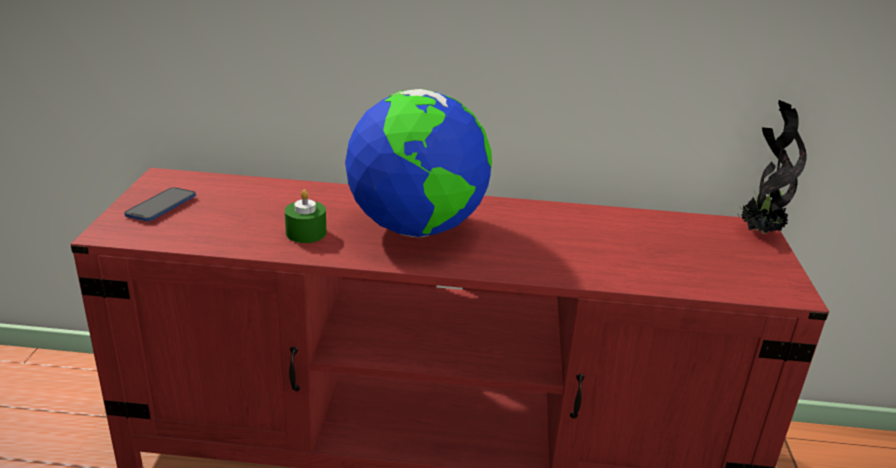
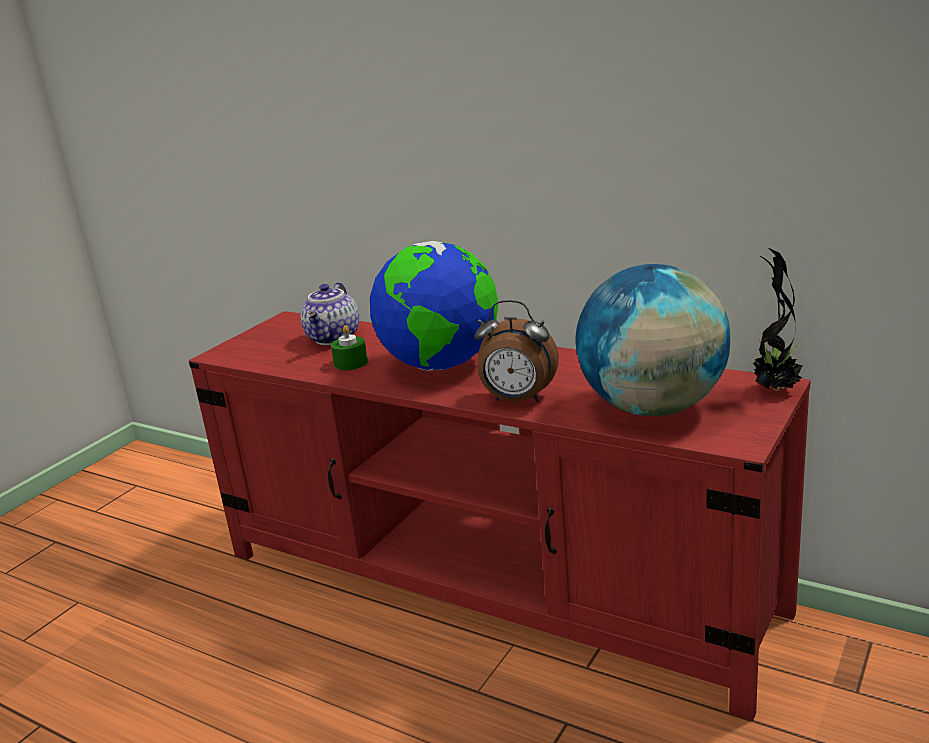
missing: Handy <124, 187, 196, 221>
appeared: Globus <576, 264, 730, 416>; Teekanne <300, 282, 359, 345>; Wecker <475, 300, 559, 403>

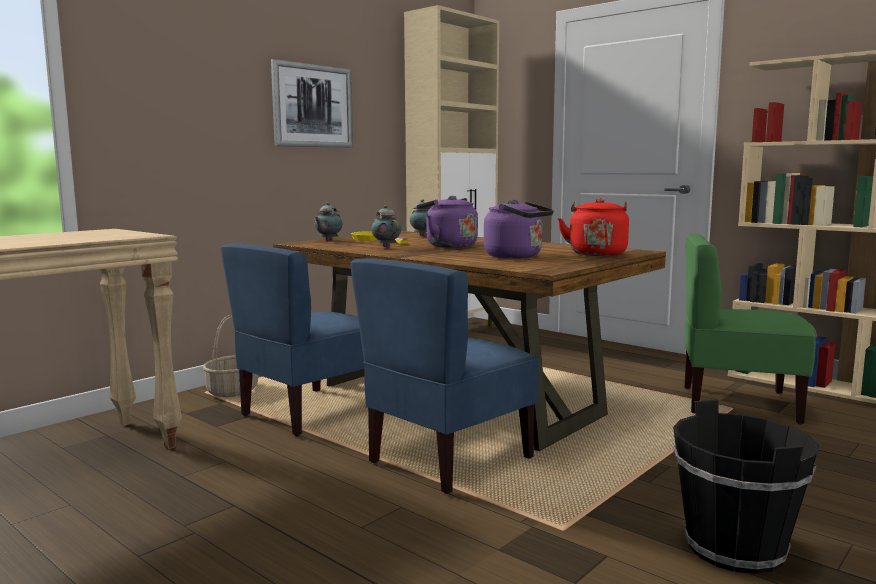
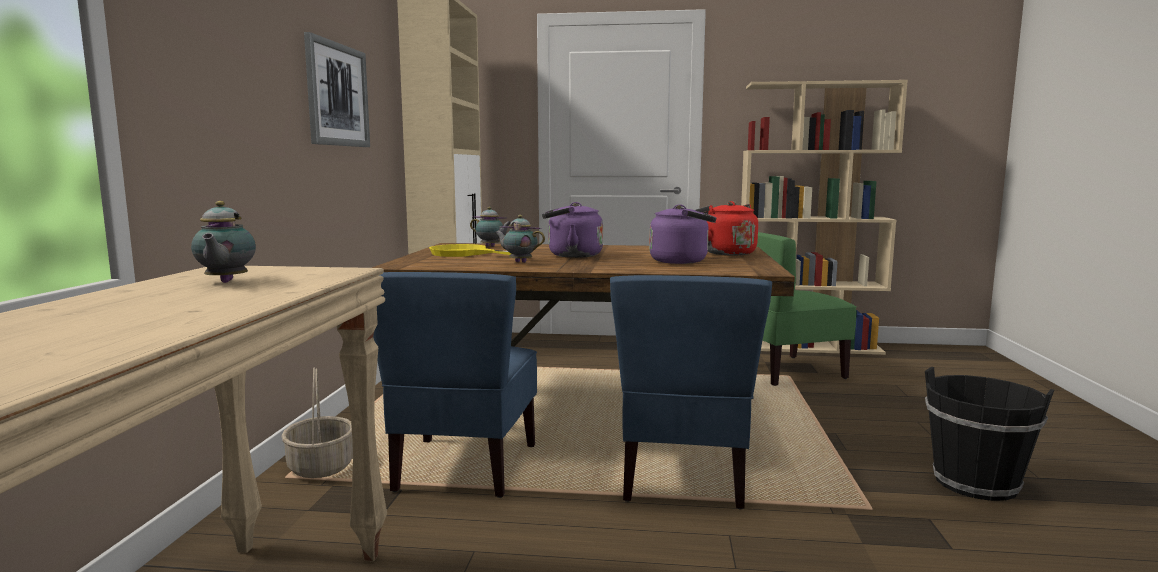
relocated: Teekanne <314, 202, 342, 241> to <191, 201, 256, 283>

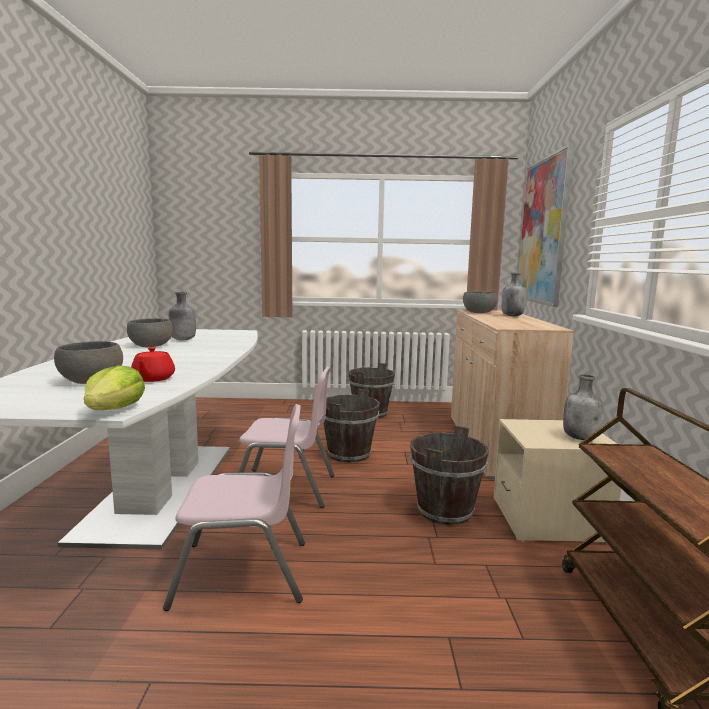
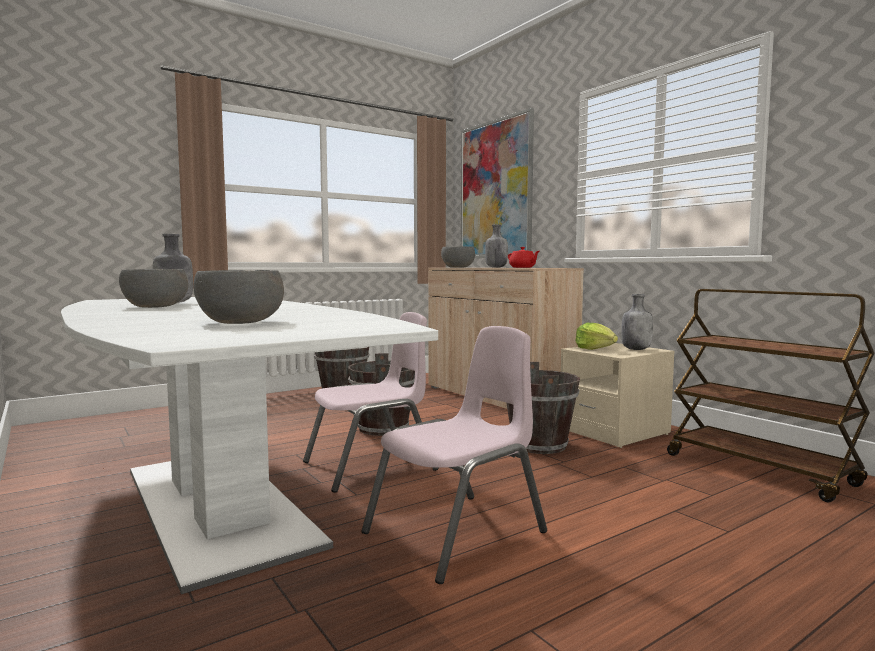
relocated: Teekanne (rot) <131, 347, 175, 382> to <508, 247, 539, 268>; Salatkopf <84, 365, 145, 410> to <575, 323, 618, 350>

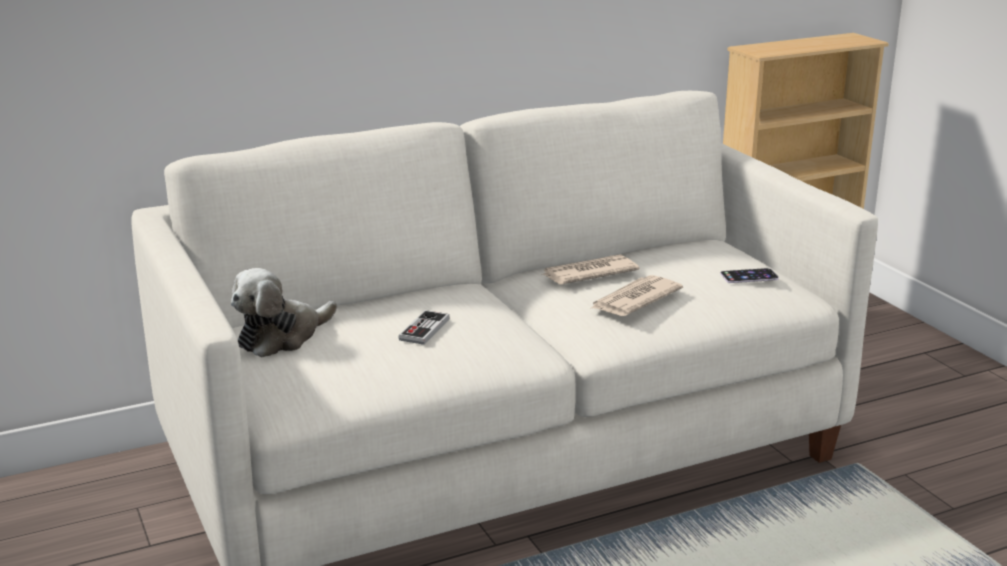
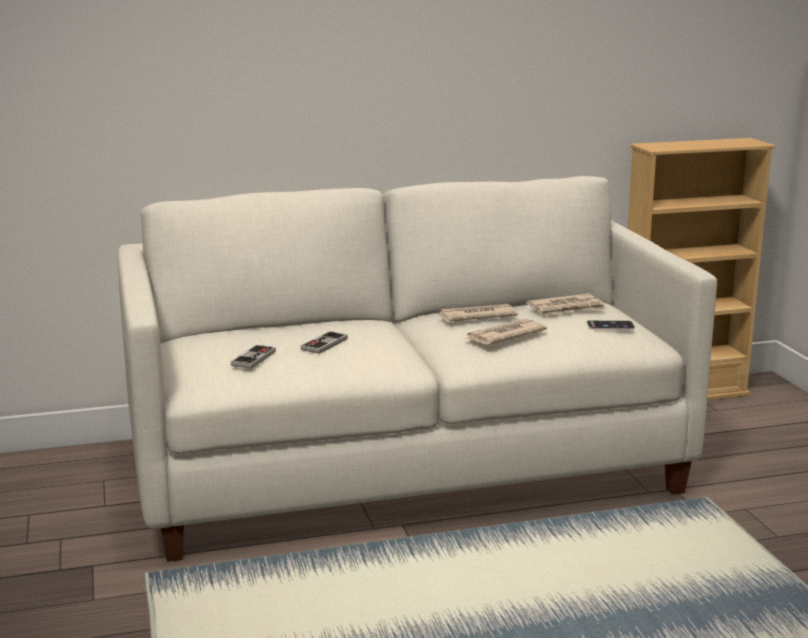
missing: Plüschtier <231, 268, 337, 358>
appeared: Zeitung <526, 293, 606, 315>; Gamepad <231, 345, 276, 369>

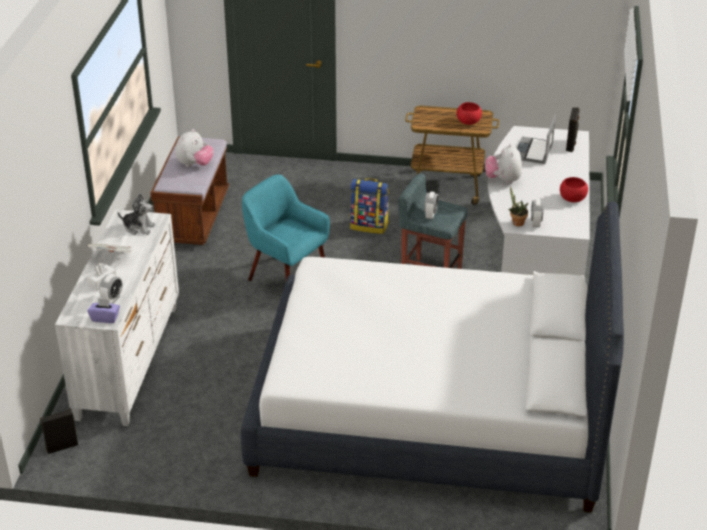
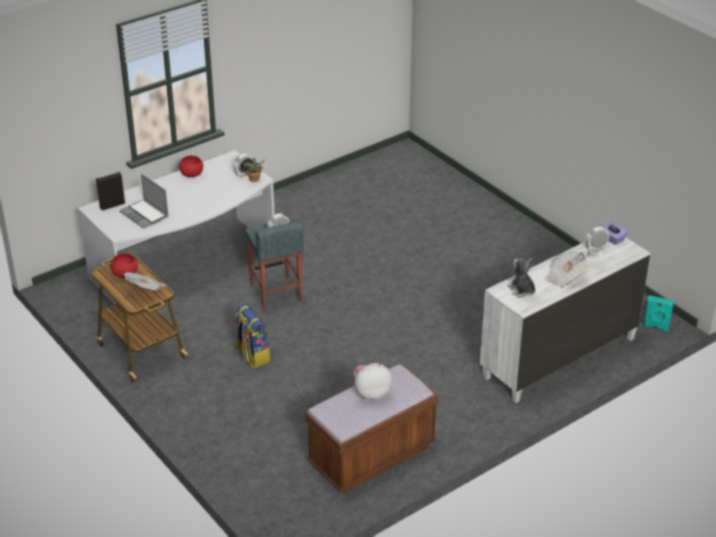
missing: Plüschtier <485, 144, 522, 184>; Sessel (türkis) <242, 174, 330, 281>; Bett (weiß) <241, 201, 624, 513>
appeared: Zeitung <123, 272, 166, 291>
colour: Lautsprecher (schwarz) <40, 409, 78, 454> to Lautsprecher (türkis) <643, 295, 674, 332>
spun: Laptop <517, 114, 556, 164> = <120, 174, 169, 229> 75 degrees clockwise

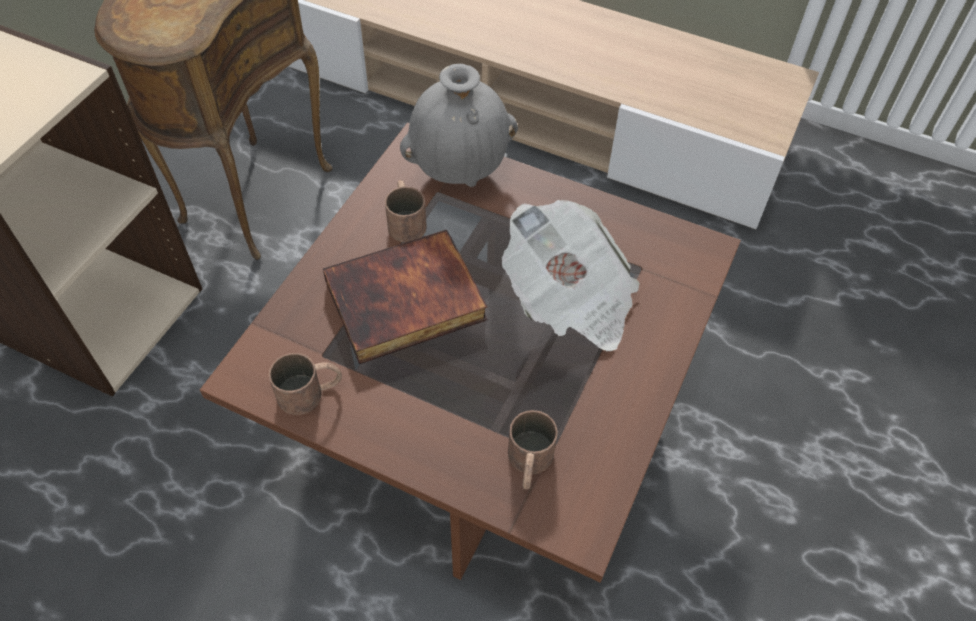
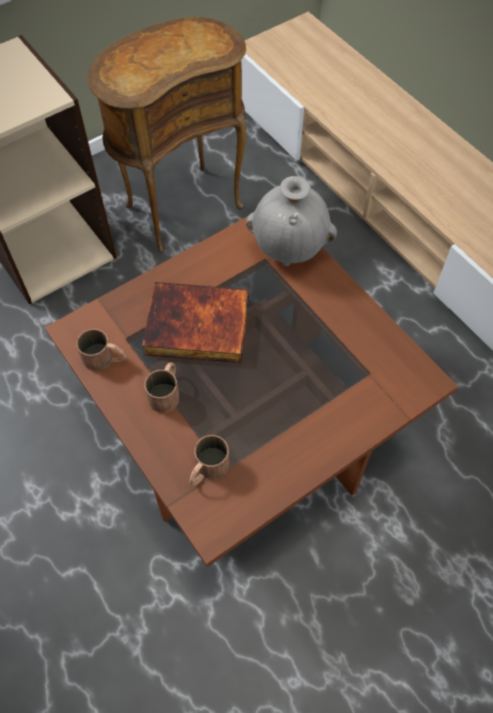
missing: Zeitung <502, 200, 640, 352>
relocated: Henkelbecher (braun) <385, 180, 427, 242> to <144, 362, 180, 413>

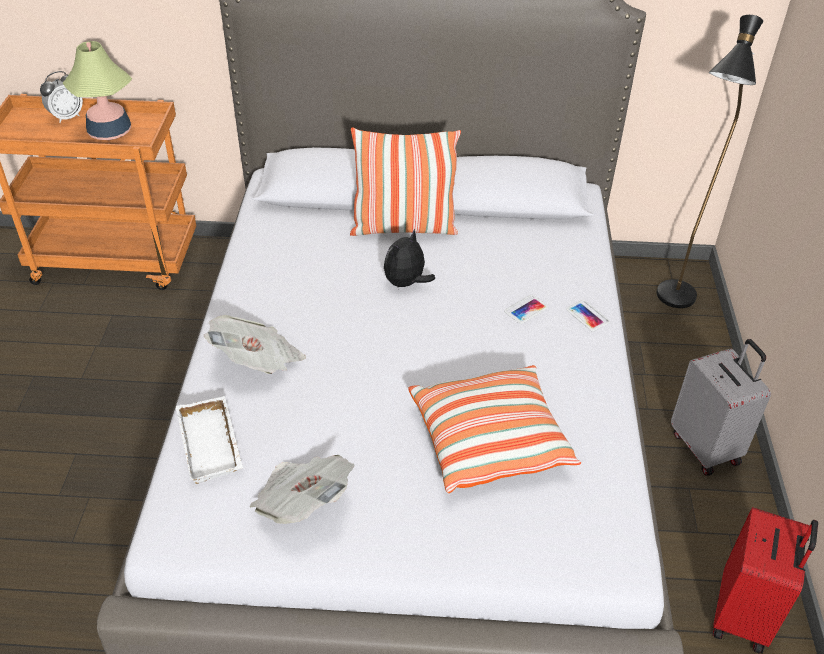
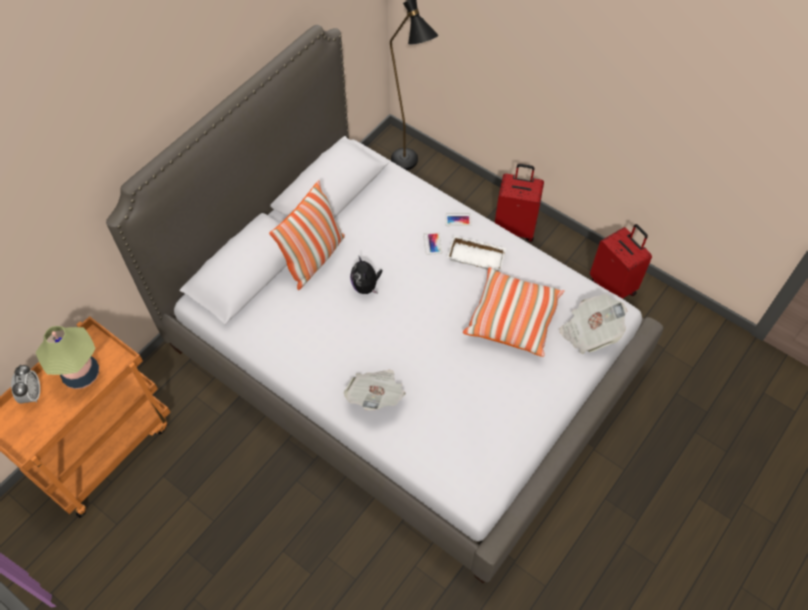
relocated: Tablett (weiß) <176, 396, 243, 484> to <447, 236, 506, 272>; Zeitung <249, 455, 355, 524> to <559, 294, 627, 354>
colour: Koffer (grau) <671, 339, 771, 476> to Koffer (rot) <495, 164, 544, 242>

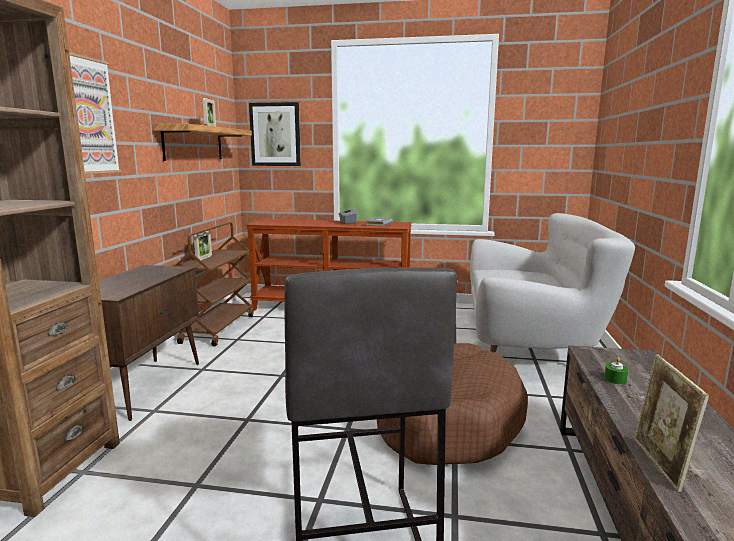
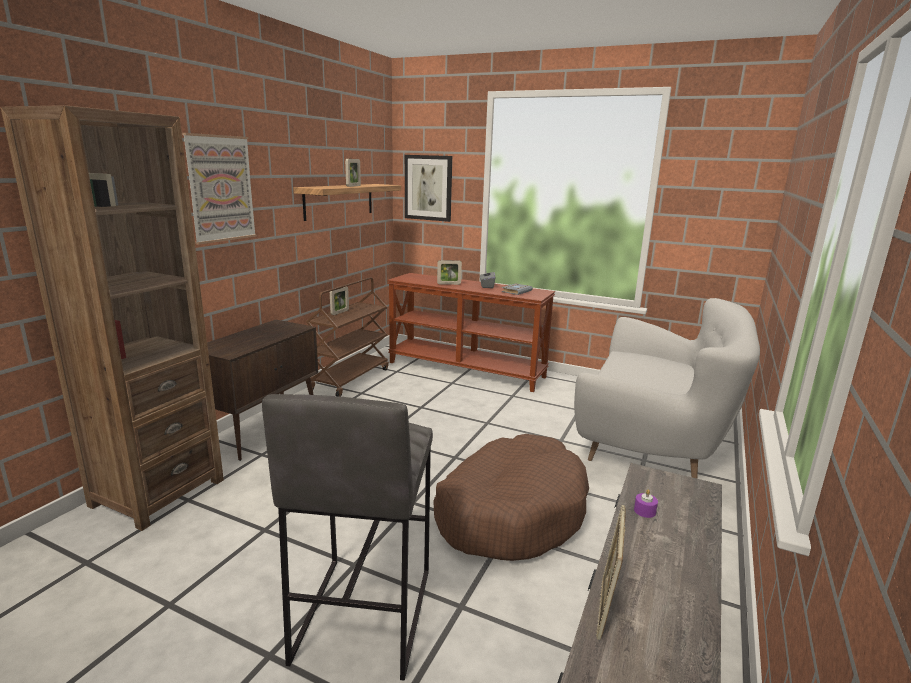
appeared: Bilderrahmen <437, 260, 462, 285>
colour: Kerze (grün) <604, 357, 629, 384> to Kerze (lila) <634, 489, 658, 518>

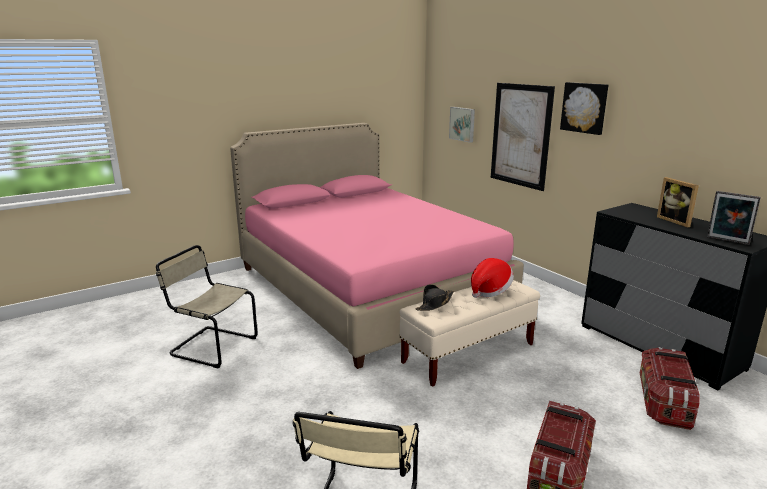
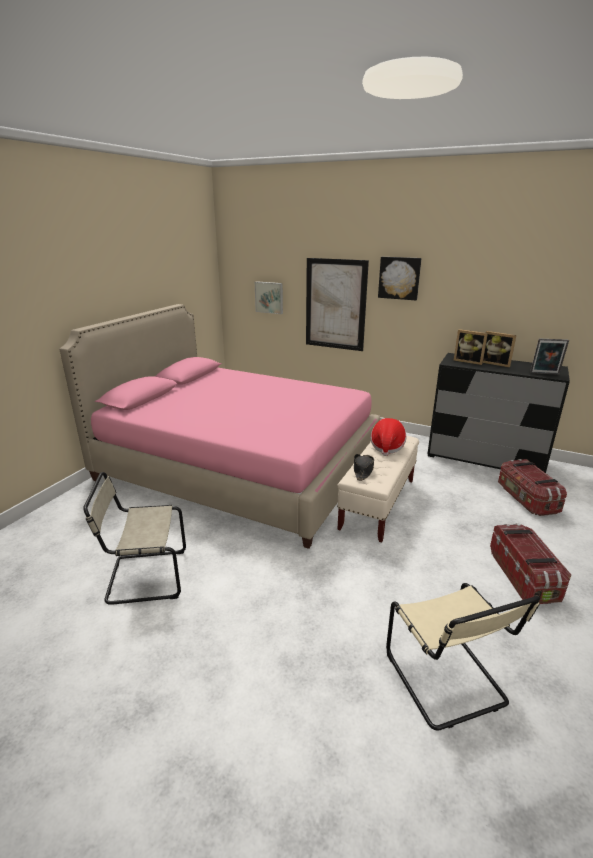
appeared: Bilderrahmen <454, 329, 488, 365>

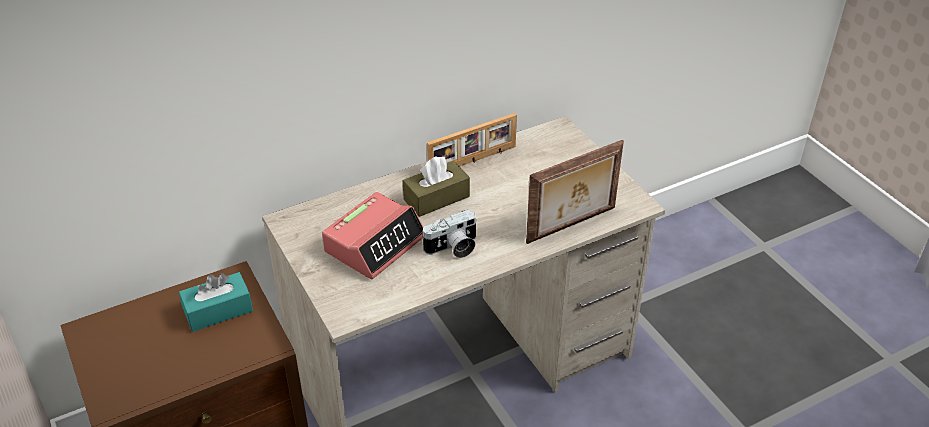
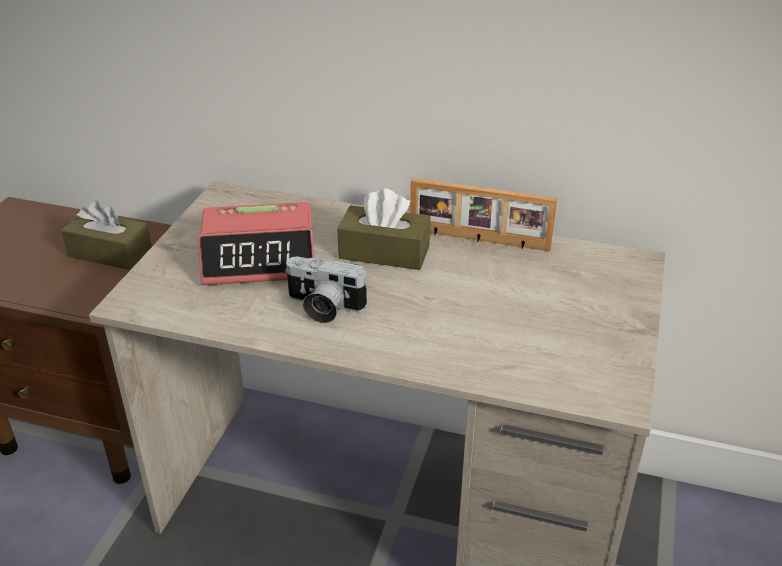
missing: Bilderrahmen <526, 140, 624, 244>
colour: Taschentuchbox (türkis) <179, 272, 253, 332> to Taschentuchbox (braun) <61, 200, 152, 270>

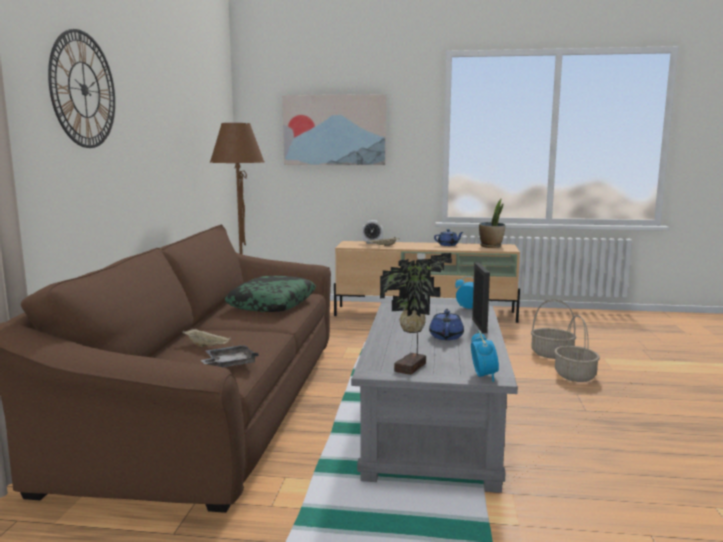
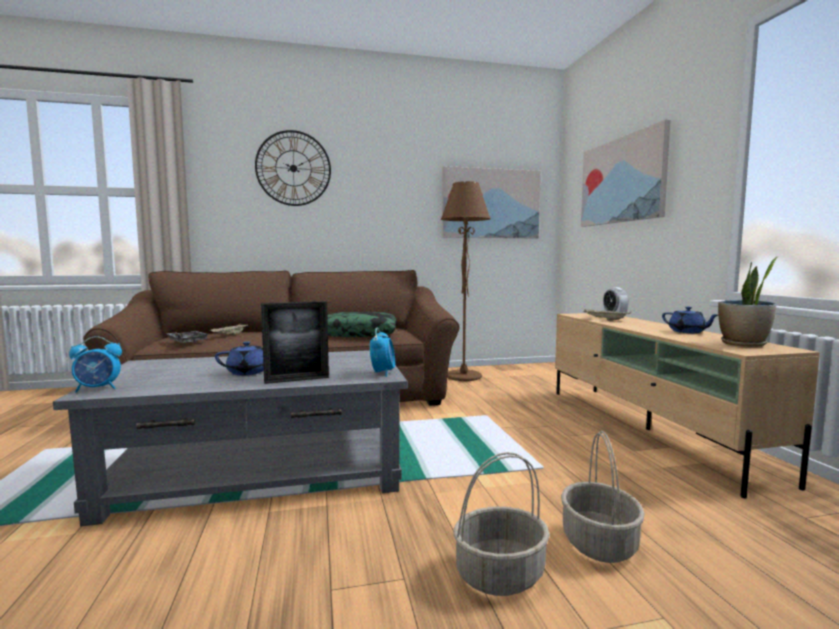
missing: Topfpflanze <380, 253, 452, 375>
appeared: Bild <442, 166, 541, 239>

